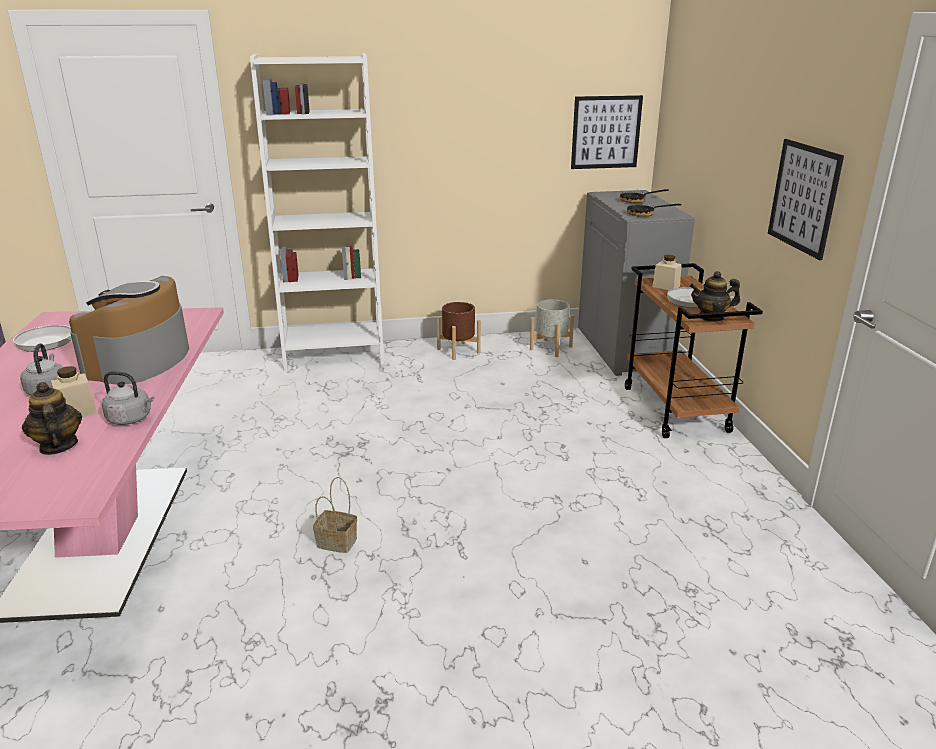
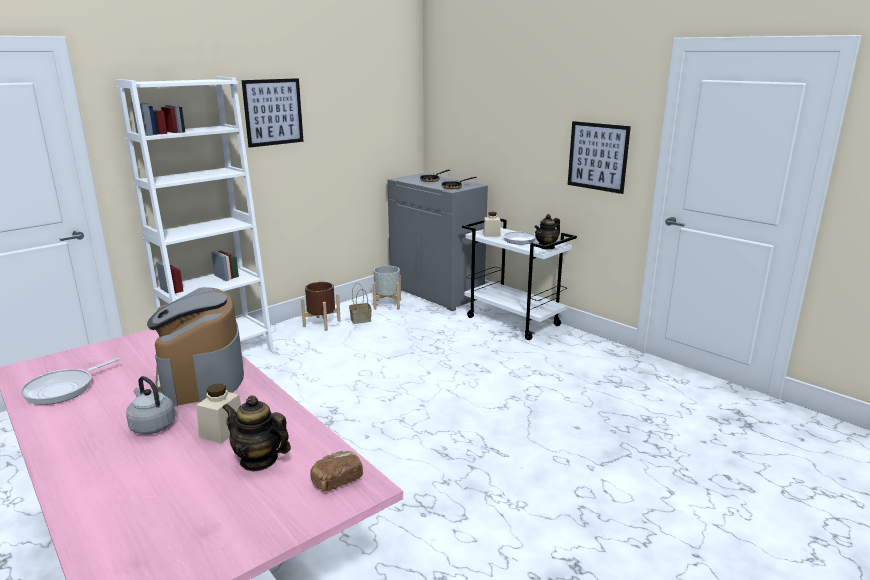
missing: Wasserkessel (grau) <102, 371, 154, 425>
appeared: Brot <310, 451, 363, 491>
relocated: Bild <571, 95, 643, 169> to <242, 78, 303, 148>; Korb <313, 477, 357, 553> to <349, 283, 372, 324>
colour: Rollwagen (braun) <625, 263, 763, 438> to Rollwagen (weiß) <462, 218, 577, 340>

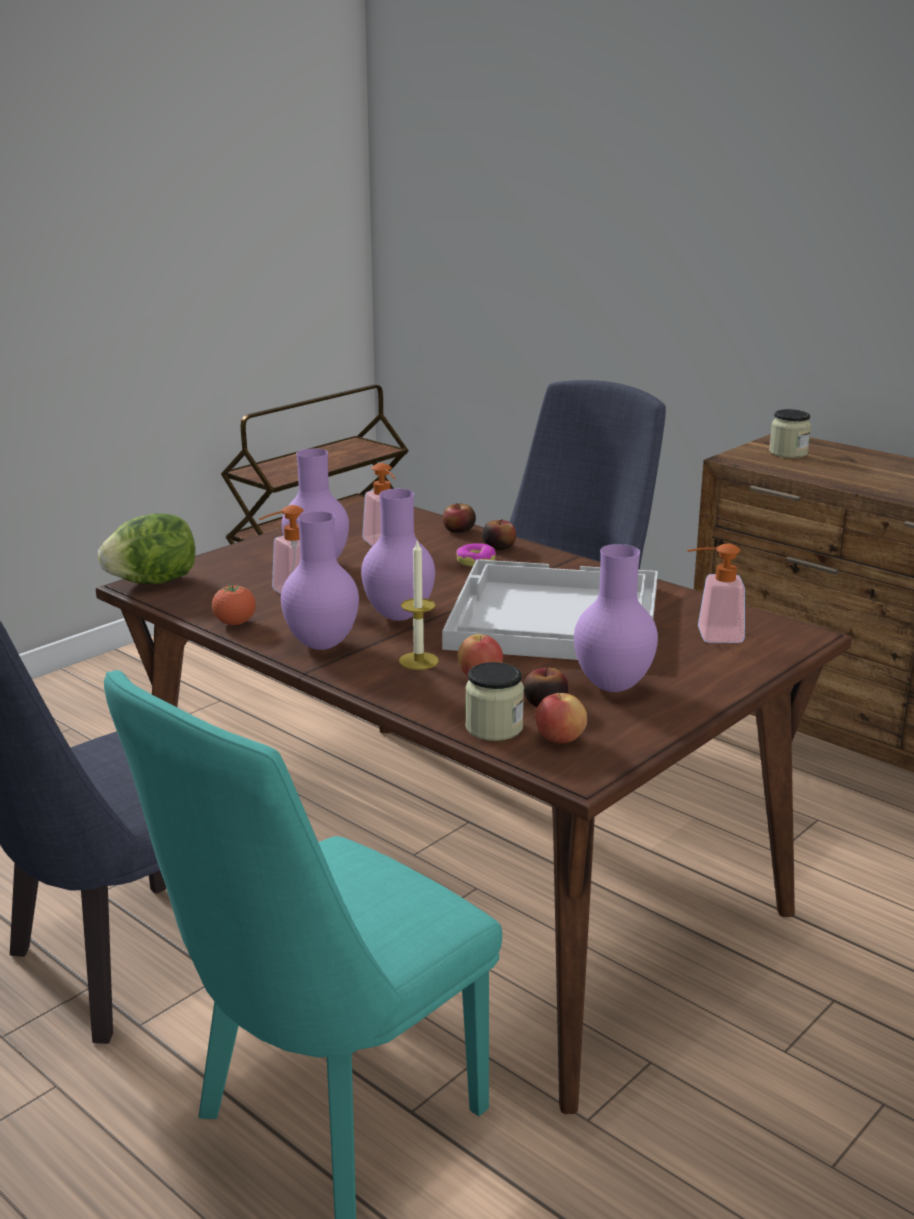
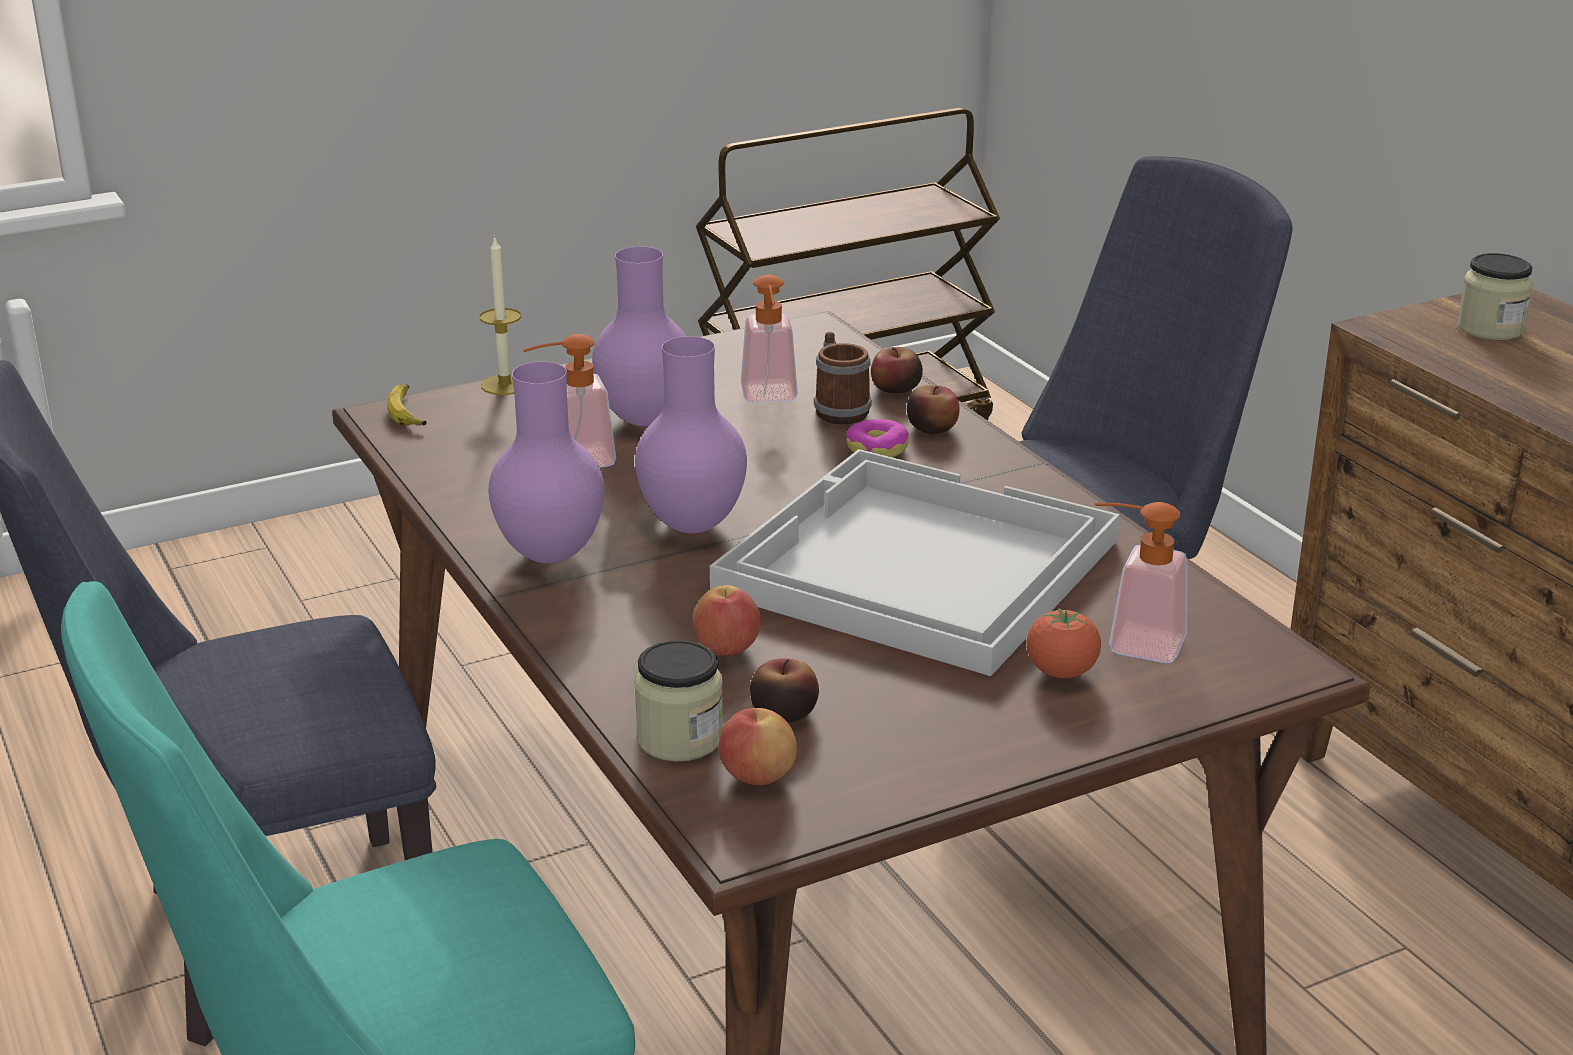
missing: Vase (lila) <574, 544, 658, 692>
appeared: Henkelbecher <814, 332, 872, 424>
relocated: Kerze <399, 539, 439, 670> to <479, 235, 521, 395>; Tomate <212, 584, 256, 625> to <1027, 608, 1101, 678>
exchanged: Salatkopf <98, 513, 195, 584> to Banane <387, 384, 427, 426>

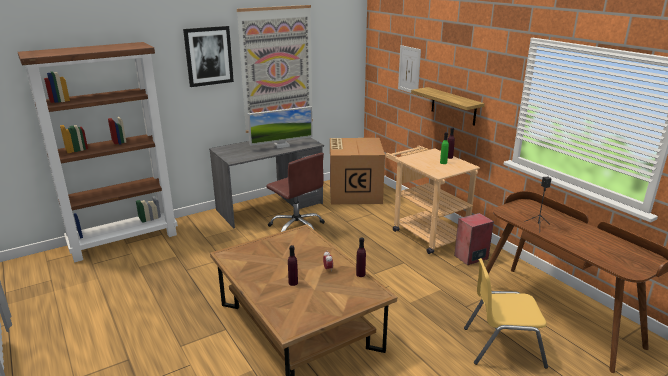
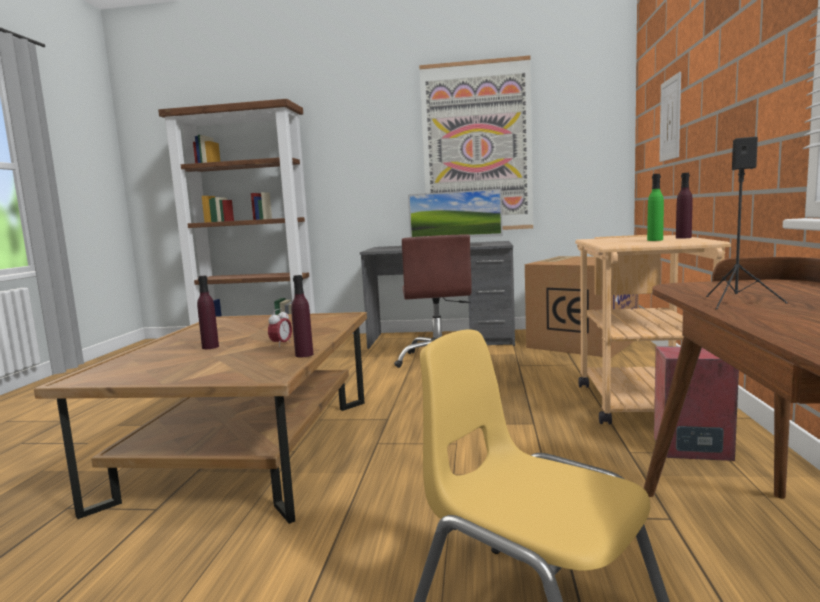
missing: Bild <183, 26, 234, 87>; Wandregal <411, 87, 485, 126>

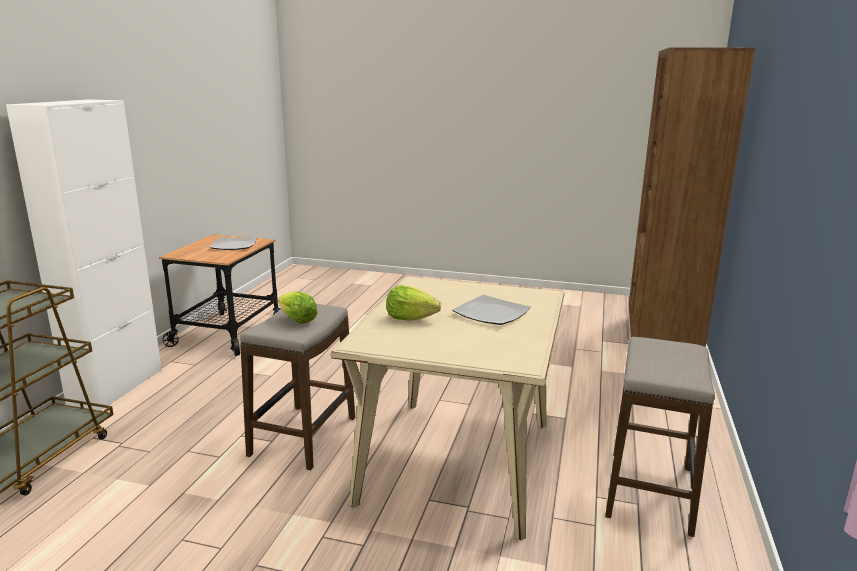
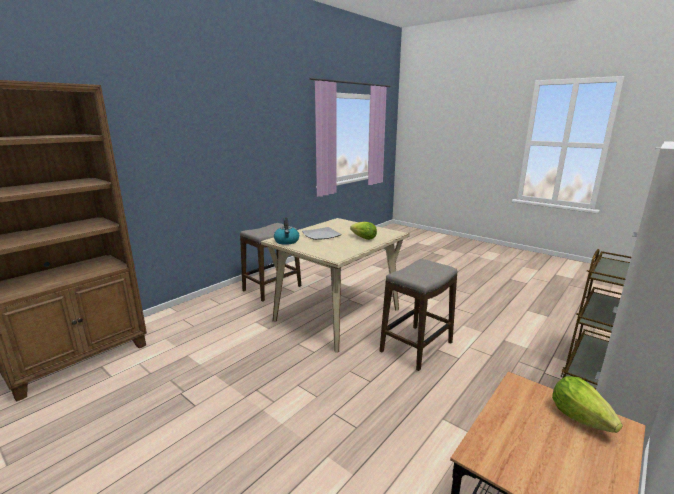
missing: Teller <210, 237, 256, 250>
appeared: Wasserkessel <274, 218, 299, 245>
relocated: Salatkopf <278, 292, 318, 324> to <552, 376, 623, 433>

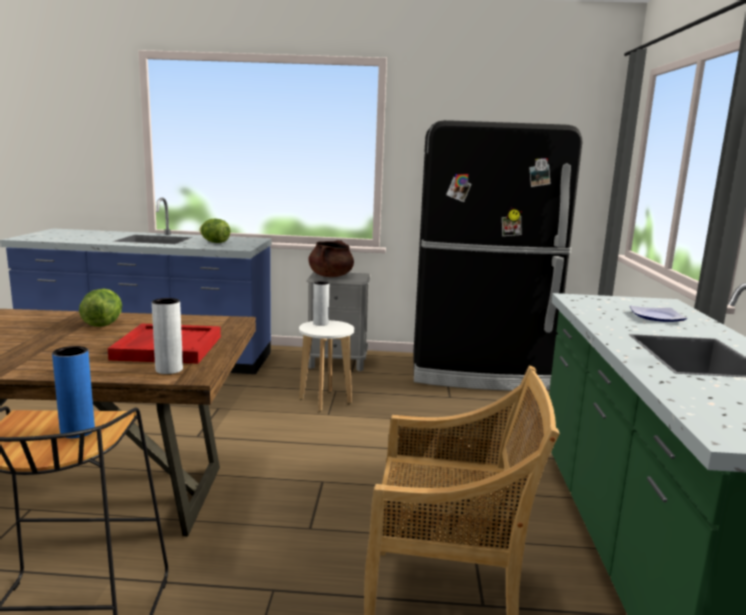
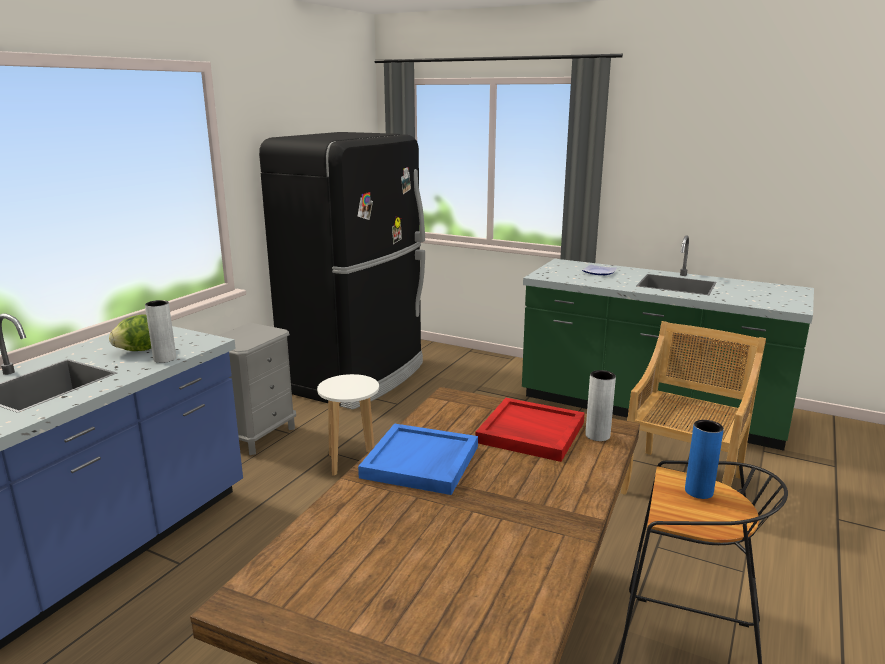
missing: Kochtopf (braun) <309, 240, 354, 277>
relocated: Vase (grau) <313, 281, 329, 326> to <145, 300, 176, 363>
exchanged: Salatkopf <79, 288, 122, 327> to Tablett (blau) <358, 423, 478, 495>

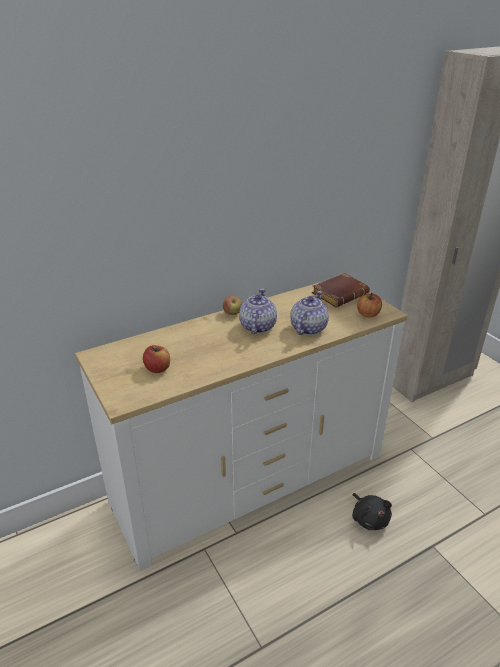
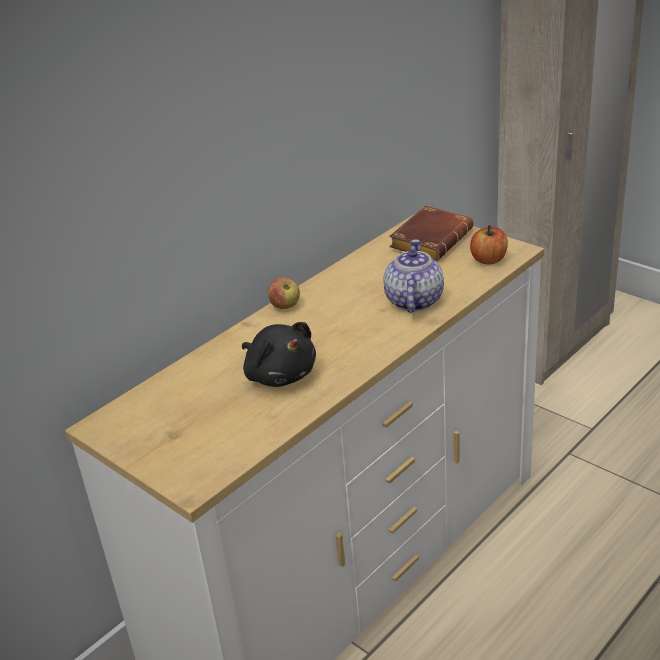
missing: Teekanne <239, 288, 277, 334>; Apfel <143, 345, 170, 373>
relocated: Plüschtier (schwarz) <352, 493, 392, 530> to <242, 322, 316, 387>

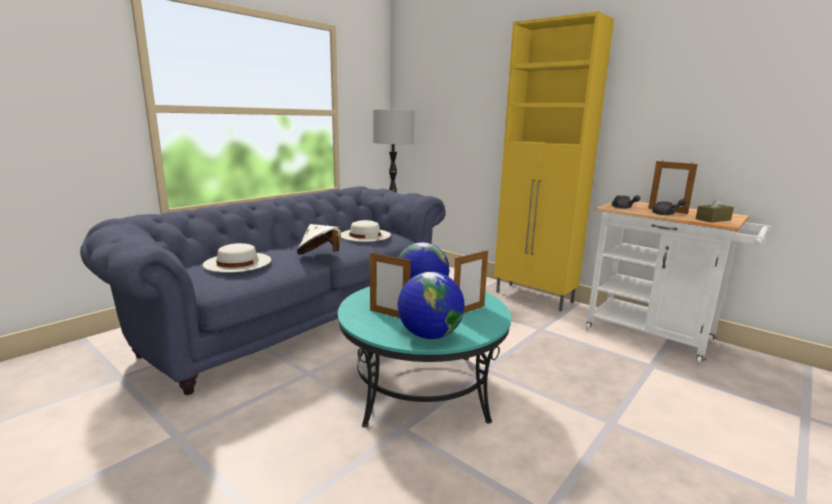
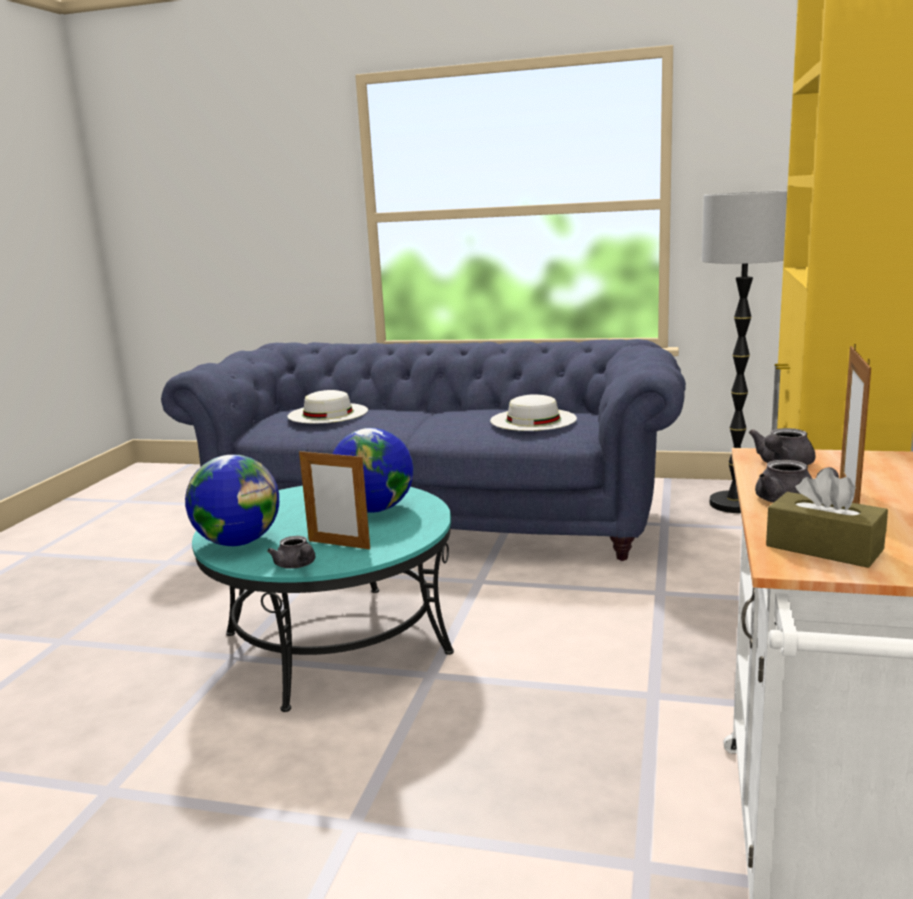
missing: Hut (weiß) <297, 224, 341, 255>; Bilderrahmen <370, 251, 411, 318>
appeared: Teekanne (grau) <267, 536, 315, 569>

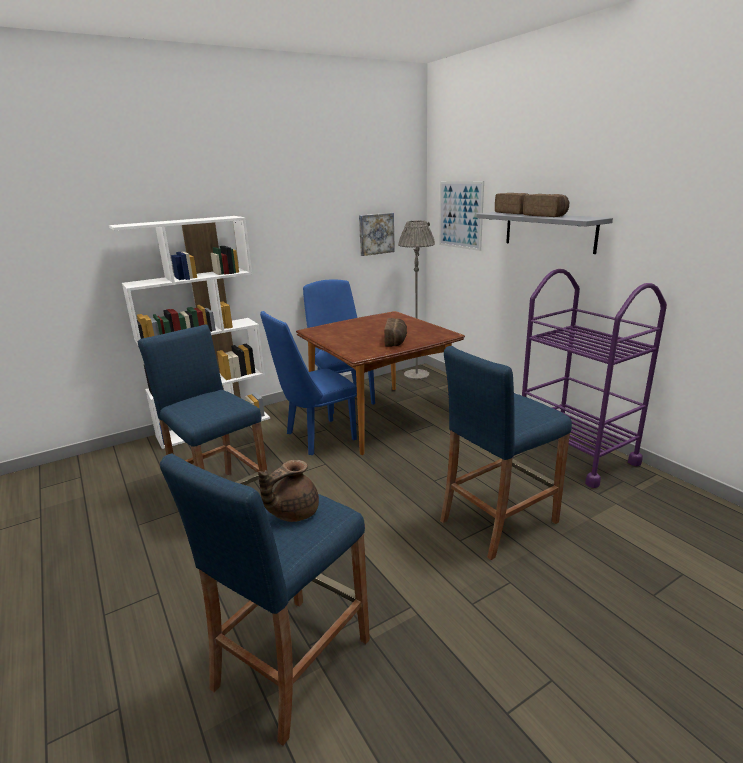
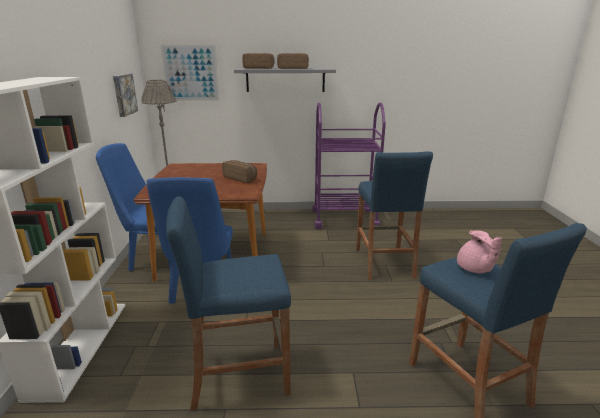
colour: Teekanne (braun) <258, 460, 319, 522> to Teekanne (rosa) <457, 230, 502, 273>

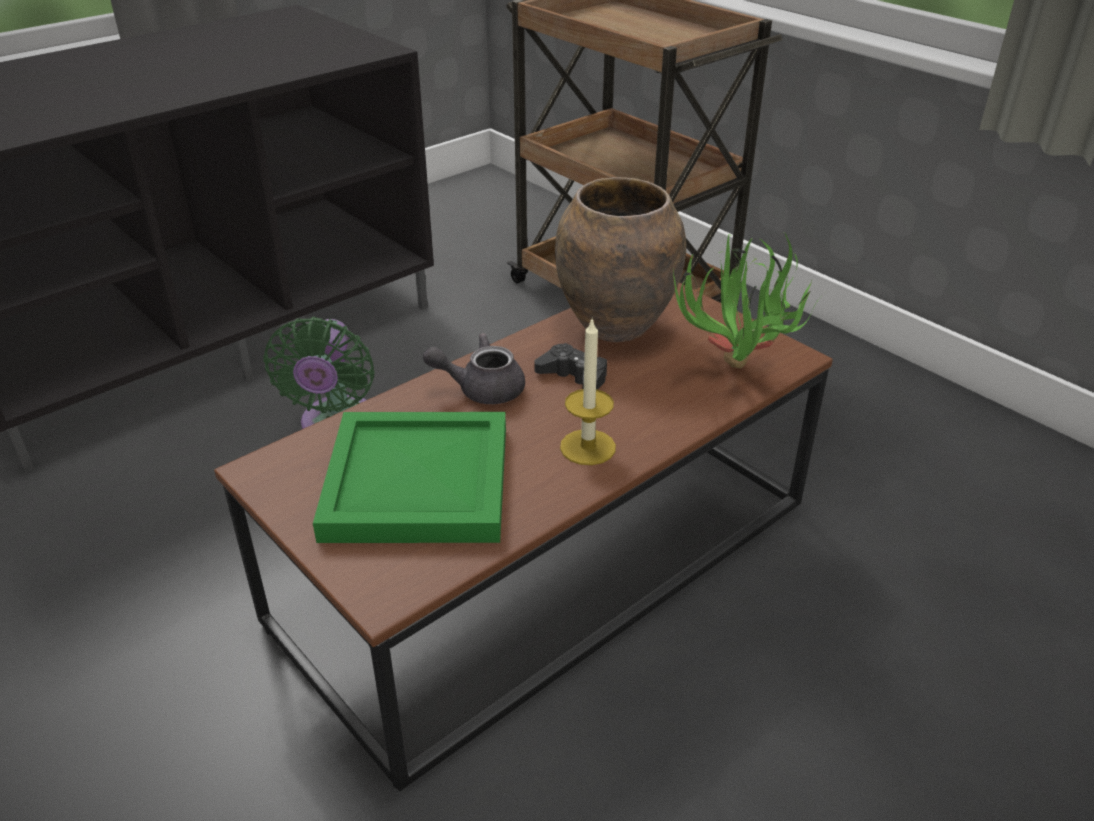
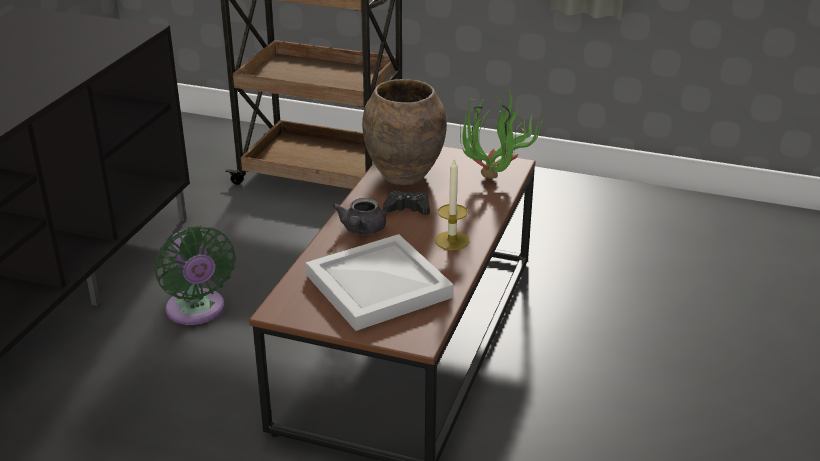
colour: Tablett (grün) <313, 412, 506, 543> to Tablett (weiß) <306, 234, 454, 331>
spun: Teekanne (grau) <423, 333, 525, 404> = <333, 198, 386, 235> 45 degrees counterclockwise

